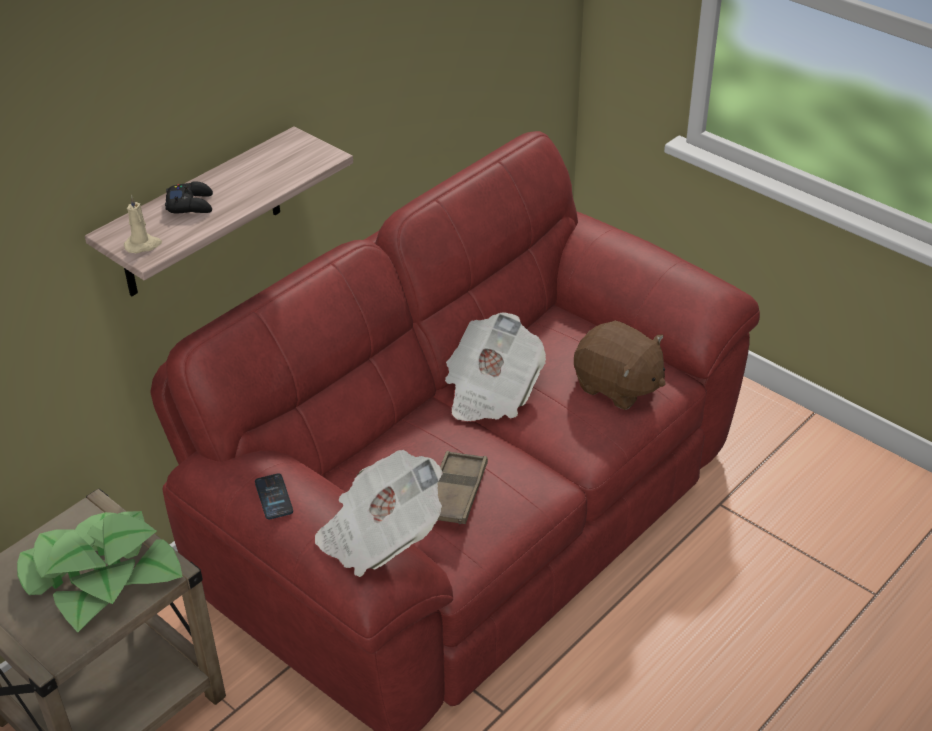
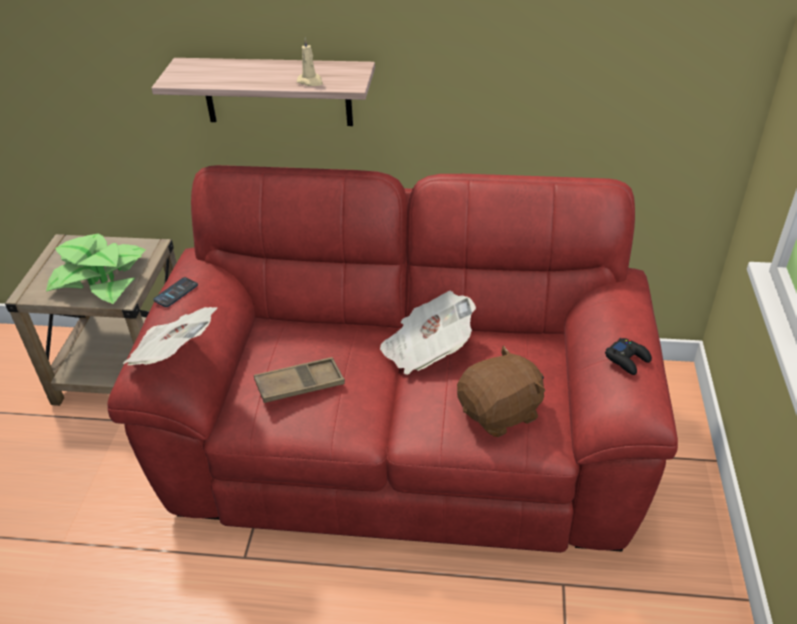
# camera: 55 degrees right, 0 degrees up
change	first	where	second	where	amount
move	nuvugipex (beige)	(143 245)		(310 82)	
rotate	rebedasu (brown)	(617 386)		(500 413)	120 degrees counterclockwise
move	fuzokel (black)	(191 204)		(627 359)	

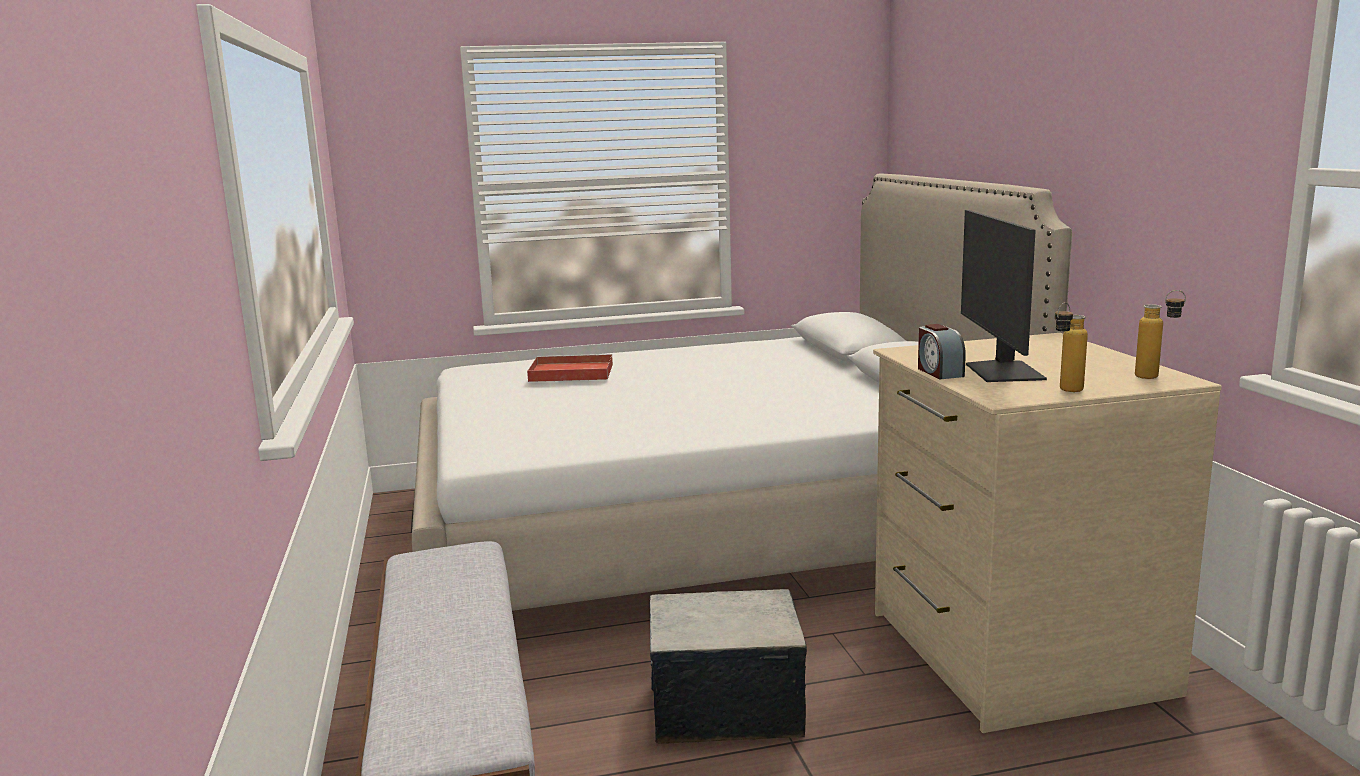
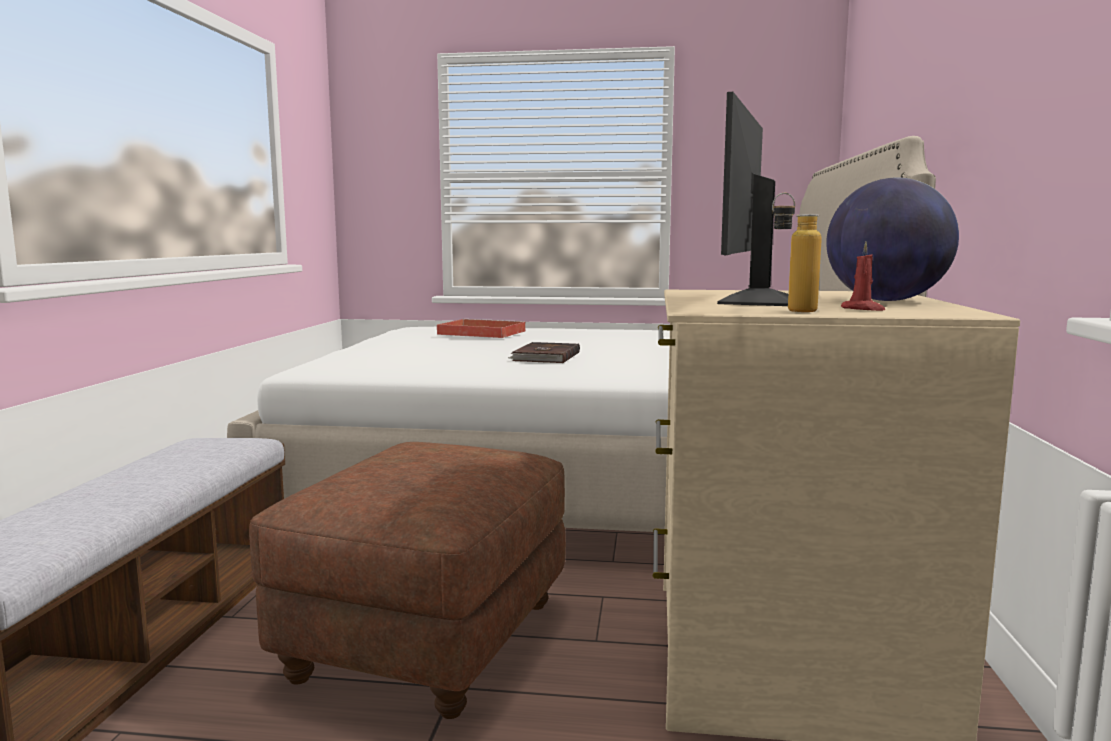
# camera: 20 degrees right, 5 degrees down
change	first	where	second	where	amount
replace	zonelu	(725 706)	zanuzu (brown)	(428 638)	
insert			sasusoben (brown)	(545 356)	
insert			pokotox	(886 300)	
insert			nuvugipex (red)	(863 309)	
delete	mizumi	(939 372)			
delete	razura	(1156 377)			

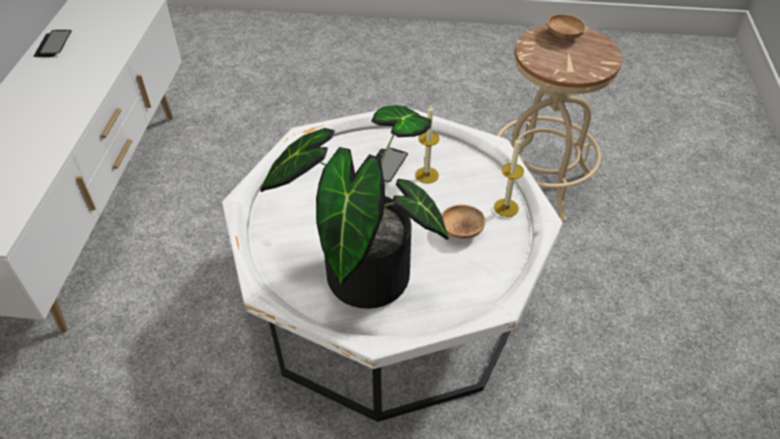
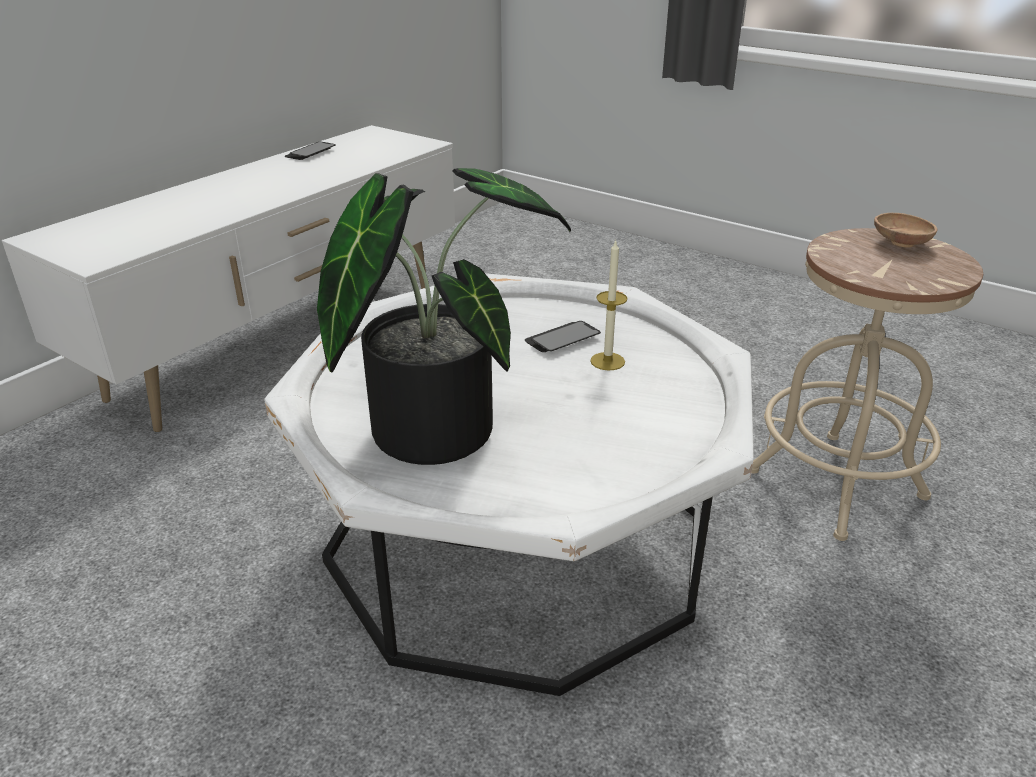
# camera: 30 degrees right, 15 degrees down
change	first	where	second	where	amount
delete	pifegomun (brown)	(461 230)			
delete	nuvugipex	(506 207)			

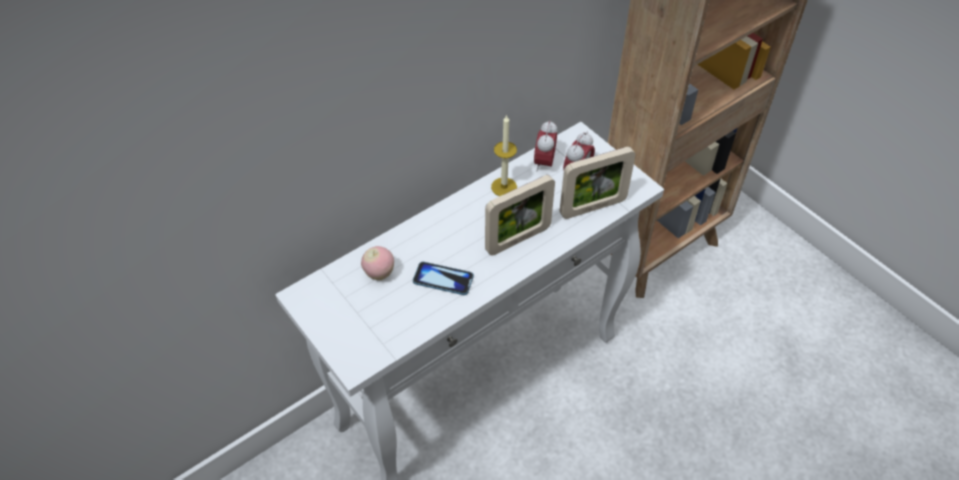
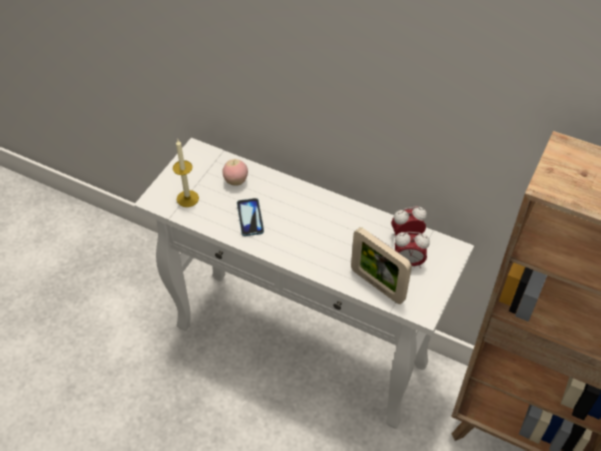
# camera: 65 degrees right, 0 degrees up
change	first	where	second	where	amount
move	nuvugipex	(504 187)		(187 198)	
delete	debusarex	(518 239)			

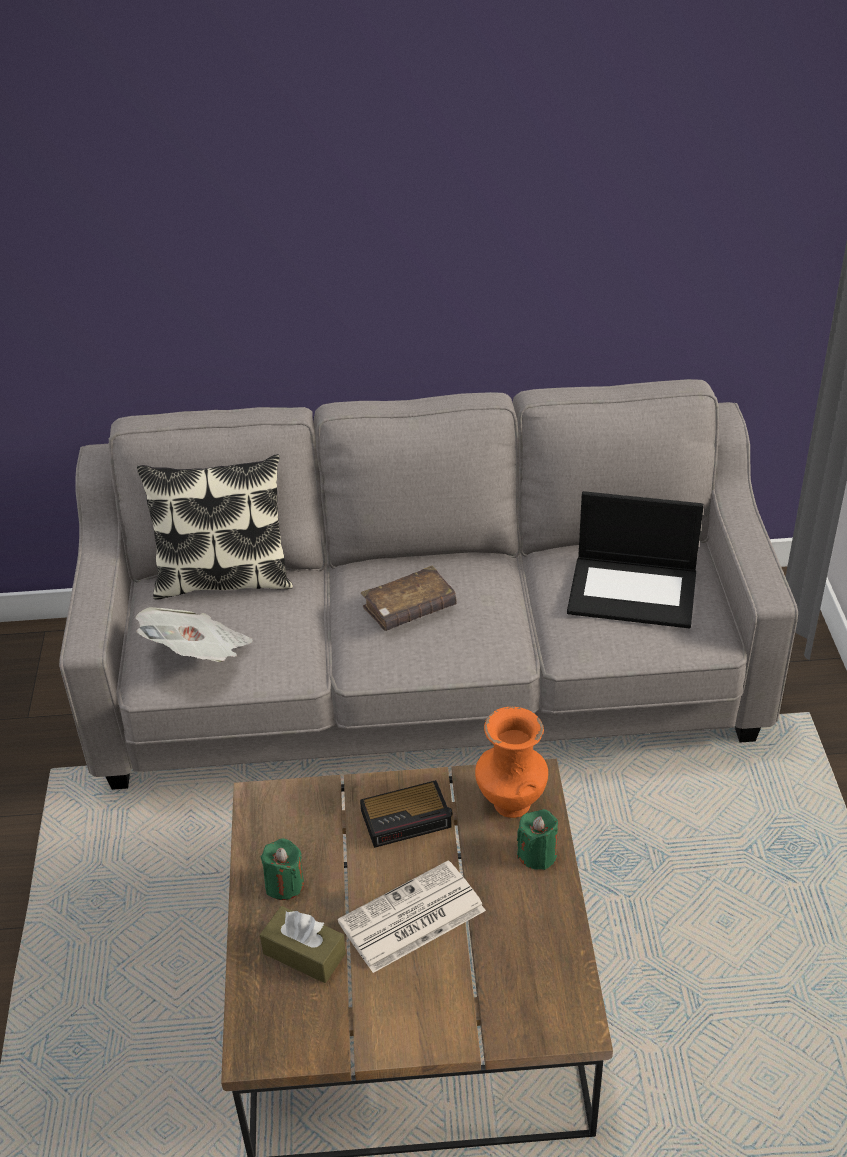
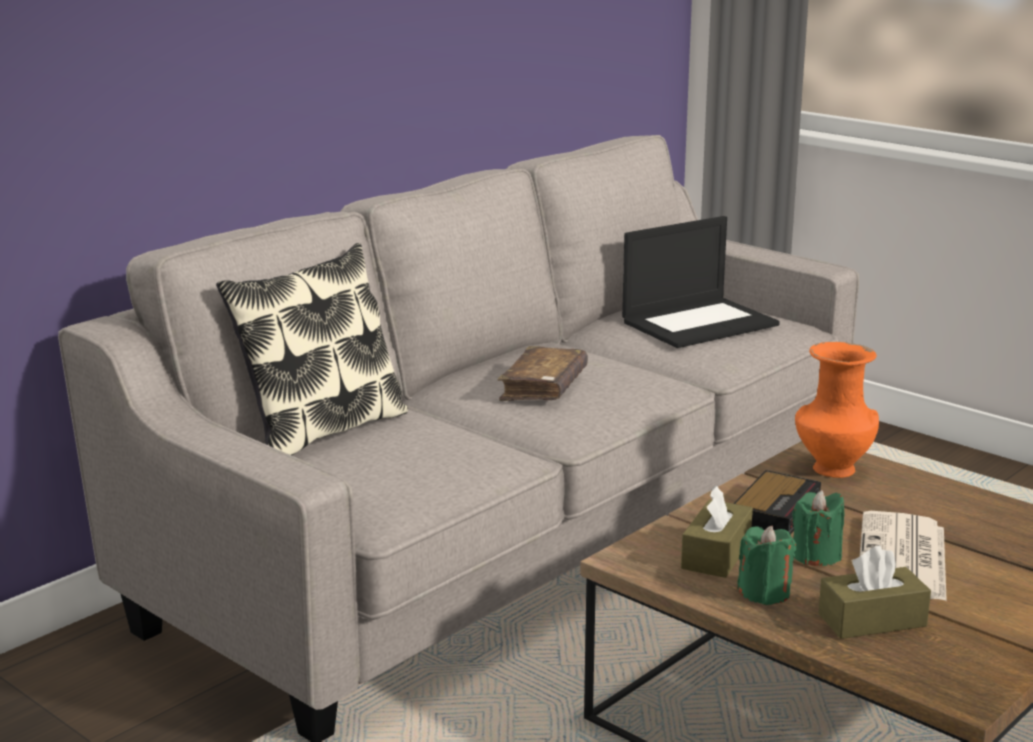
# camera: 45 degrees left, 20 degrees down
change	first	where	second	where	amount
insert			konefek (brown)	(716 554)	
move	nuvugipex (green)	(537 854)		(816 555)	
delete	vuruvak	(198 654)			

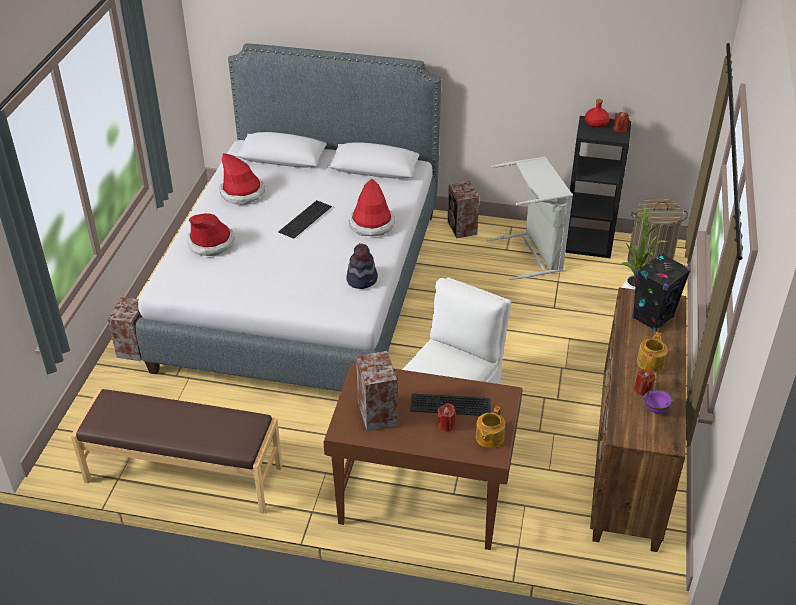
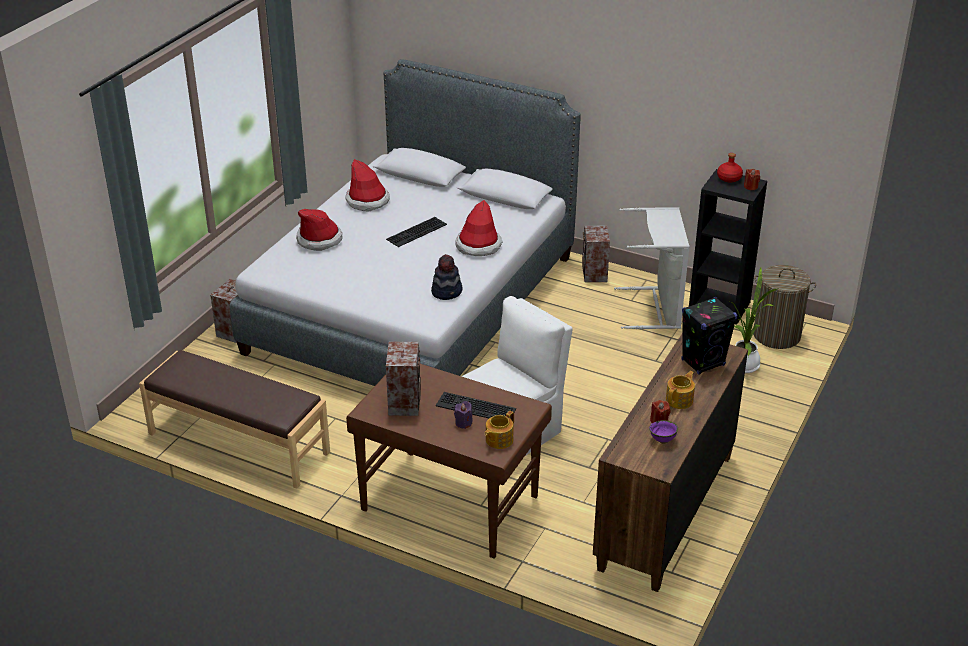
# camera: 15 degrees right, 5 degrees down
change	first	where	second	where	amount
recolor	nuvugipex (red)	(446 425)	nuvugipex (purple)	(463 423)	

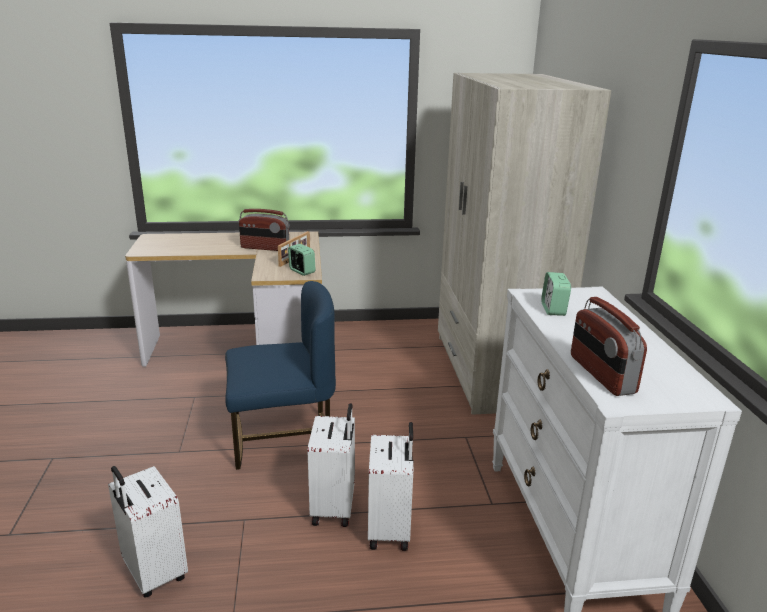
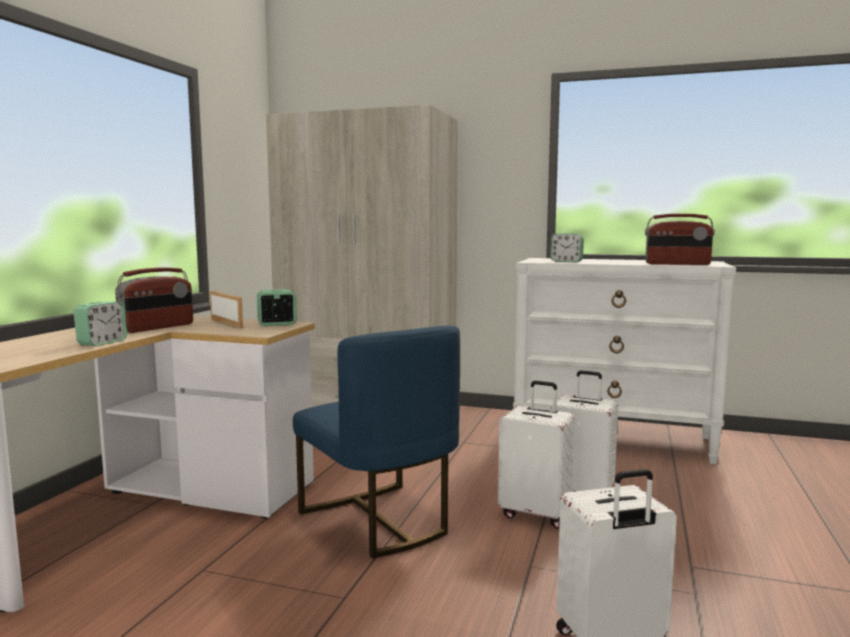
# camera: 65 degrees left, 15 degrees down
change	first	where	second	where	amount
insert			mizumi	(102 342)	
rotate	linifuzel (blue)	(282 436)		(379 521)	135 degrees clockwise

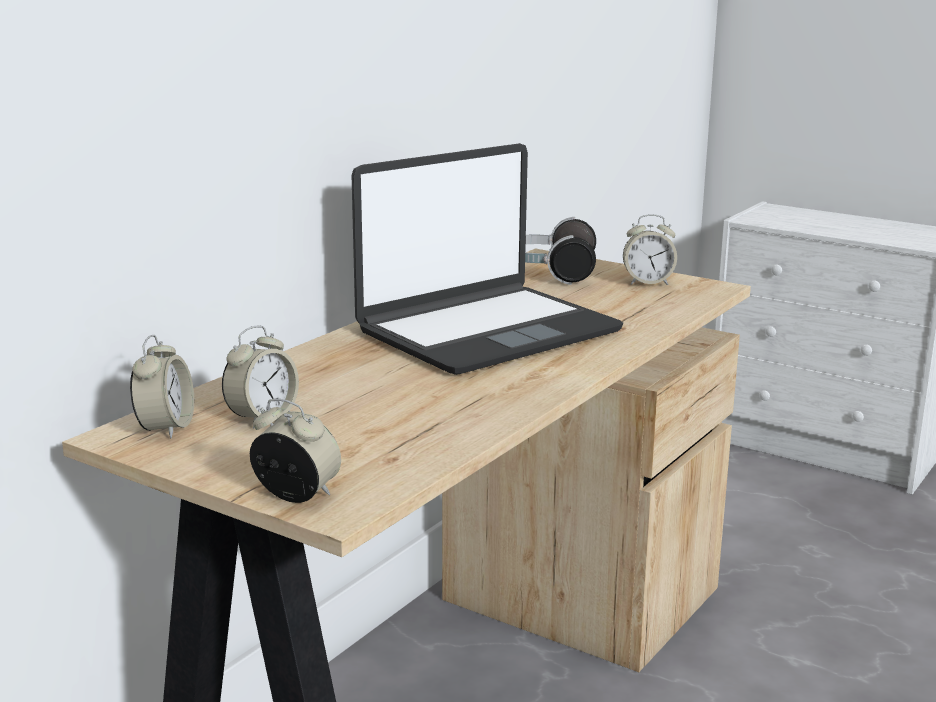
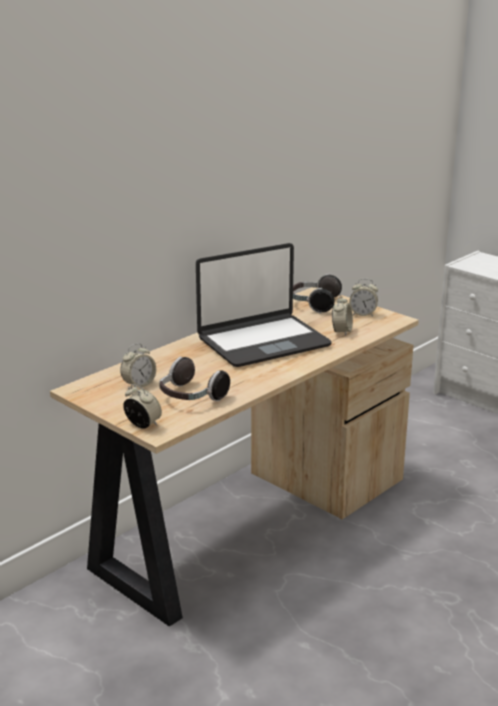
# camera: 10 degrees right, 5 degrees up
change	first	where	second	where	amount
insert			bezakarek	(191 397)	
move	mizumi	(165 428)		(341 331)	

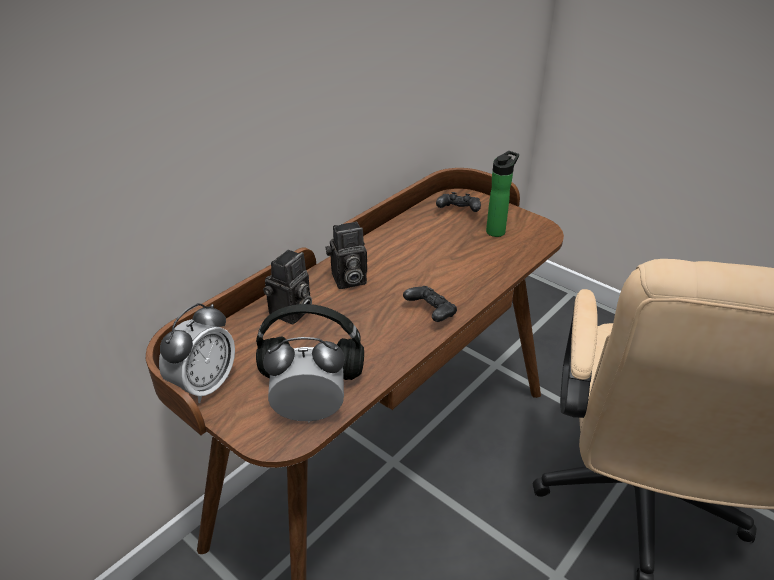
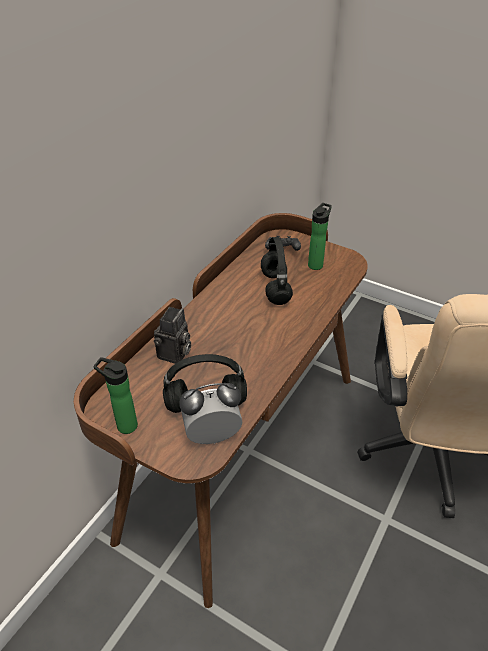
# camera: 10 degrees left, 5 degrees up
change	first	where	second	where	amount
replace	mizumi	(204 385)	razura	(124 425)	
insert			bezakarek (black)	(274 287)	
delete	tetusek	(347 280)			
delete	fuzokel (black)	(430 313)			

